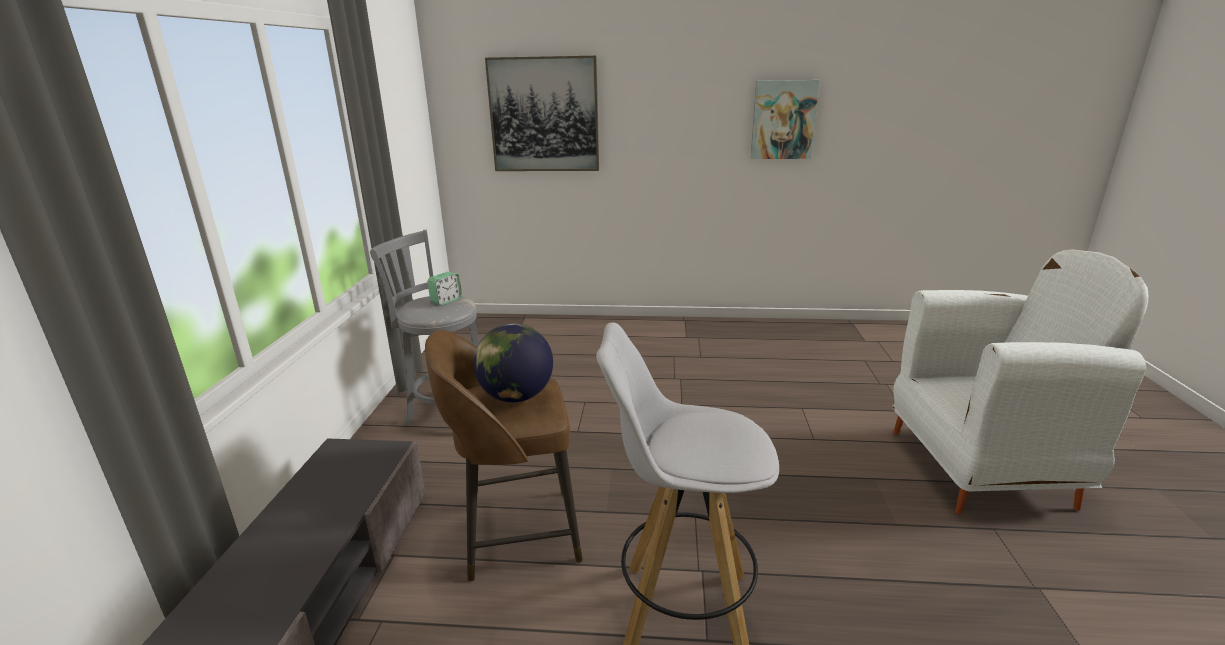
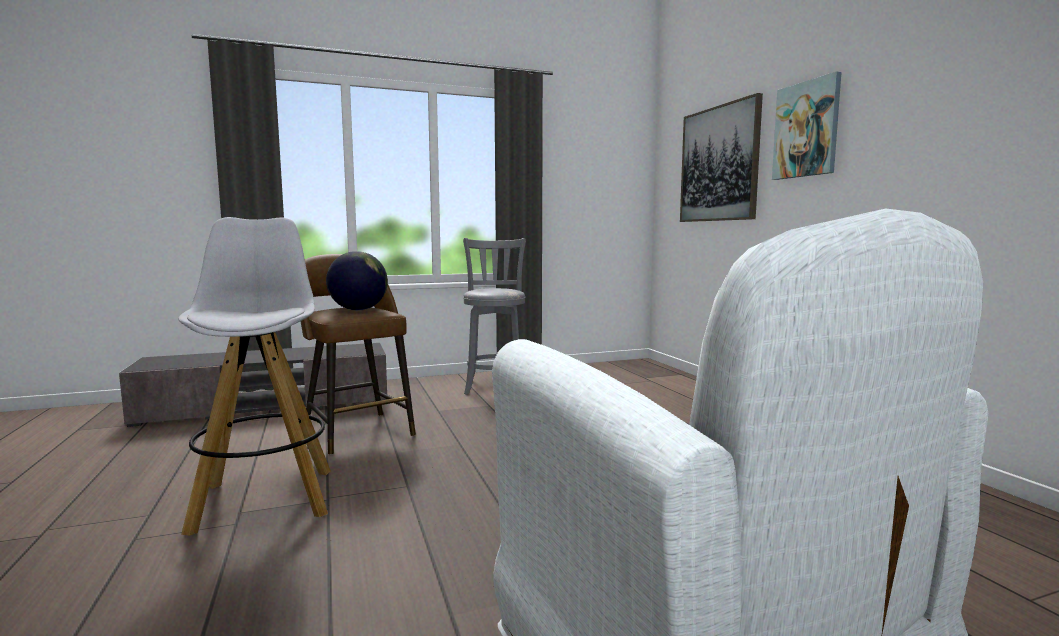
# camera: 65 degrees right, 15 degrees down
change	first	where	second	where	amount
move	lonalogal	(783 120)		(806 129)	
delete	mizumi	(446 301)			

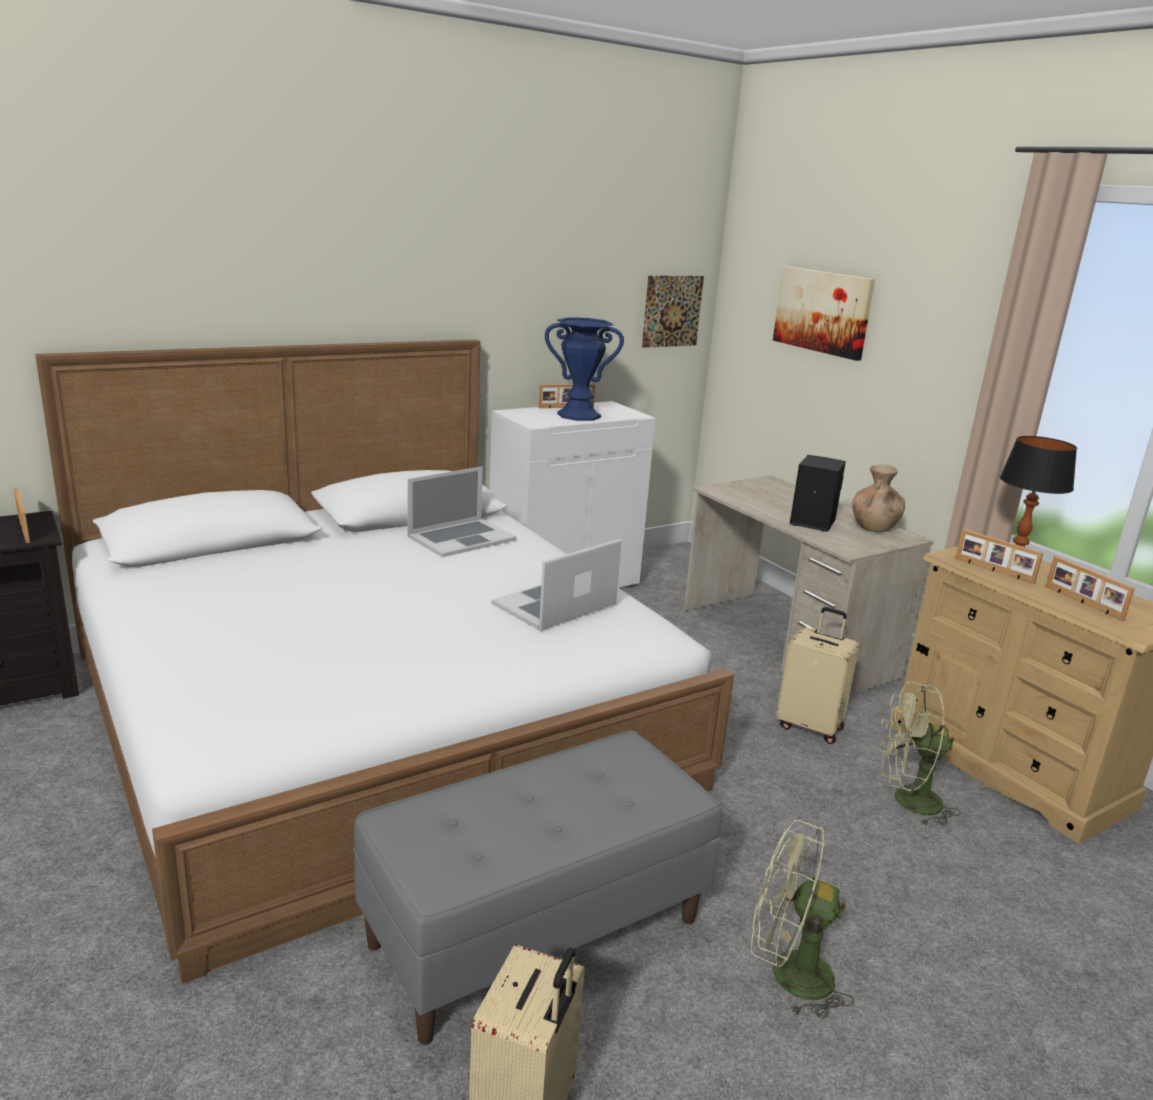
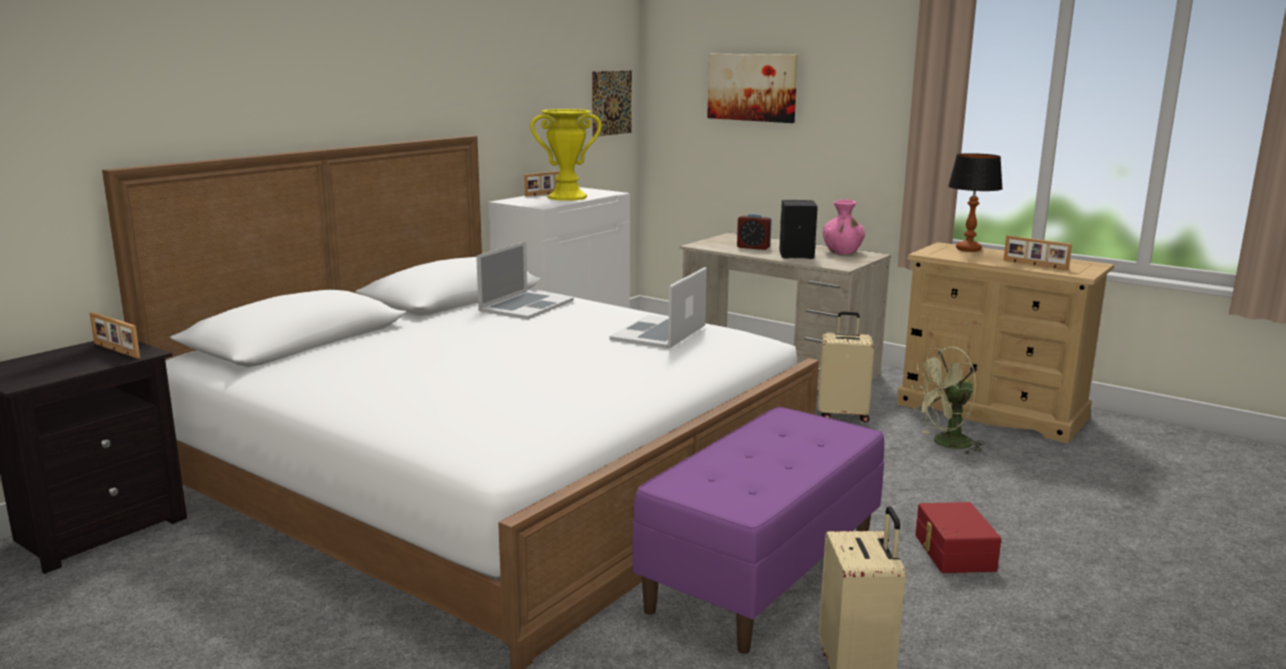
# camera: 20 degrees left, 5 degrees down
change	first	where	second	where	amount
recolor	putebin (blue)	(578 415)	putebin (yellow)	(567 197)	
recolor	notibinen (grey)	(536 930)	notibinen (purple)	(762 572)	
insert			mizumi	(753 247)	
recolor	putebin (brown)	(874 527)	putebin (pink)	(842 252)	
replace	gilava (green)	(787 974)	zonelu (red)	(952 552)	
delete	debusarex	(993 571)			

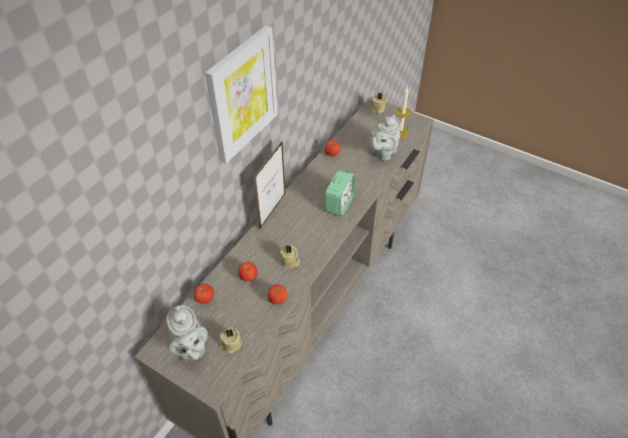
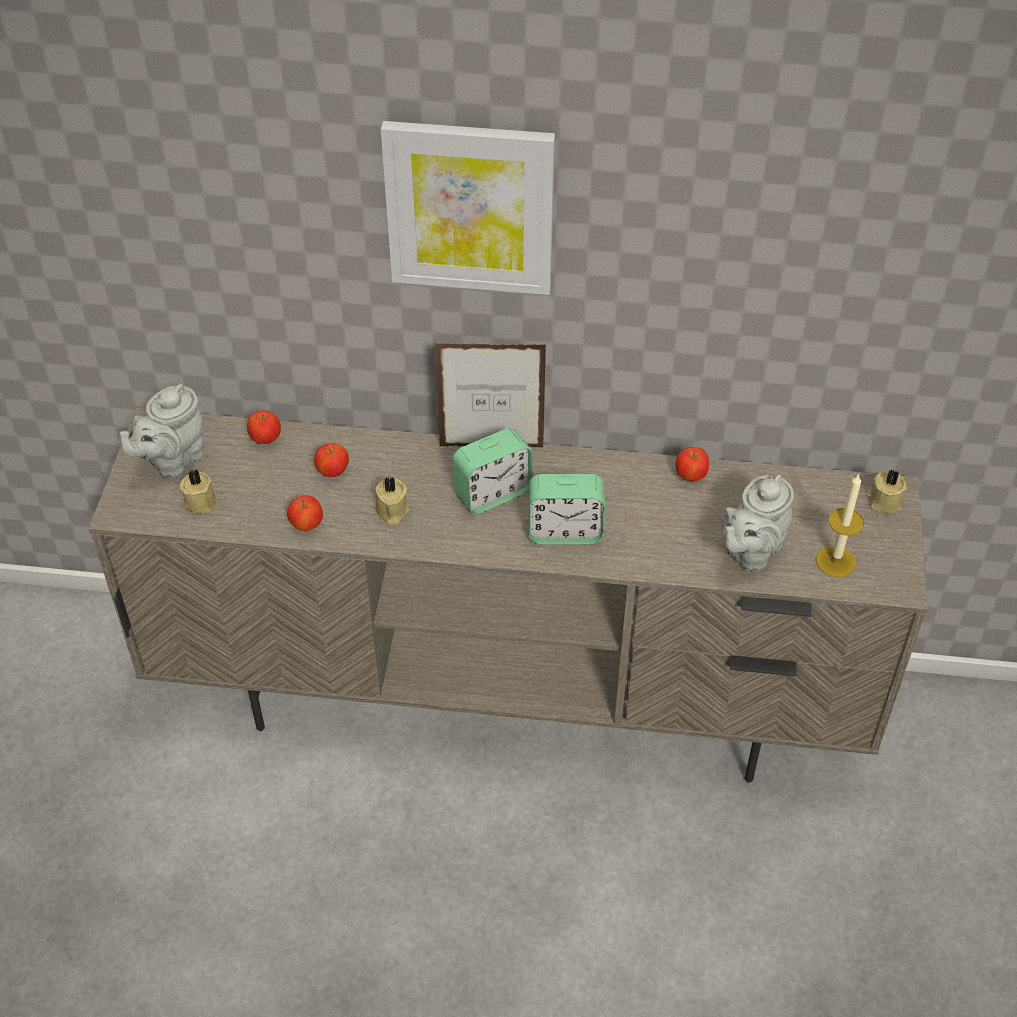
# camera: 65 degrees right, 0 degrees up
change	first	where	second	where	amount
insert			mizumi	(493 493)	
rotate	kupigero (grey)	(383 153)		(750 552)	60 degrees counterclockwise

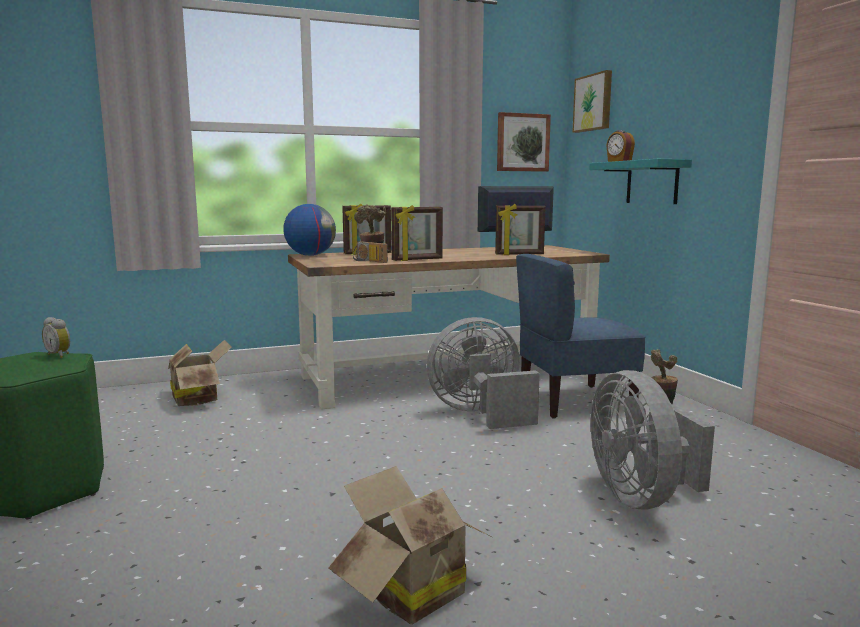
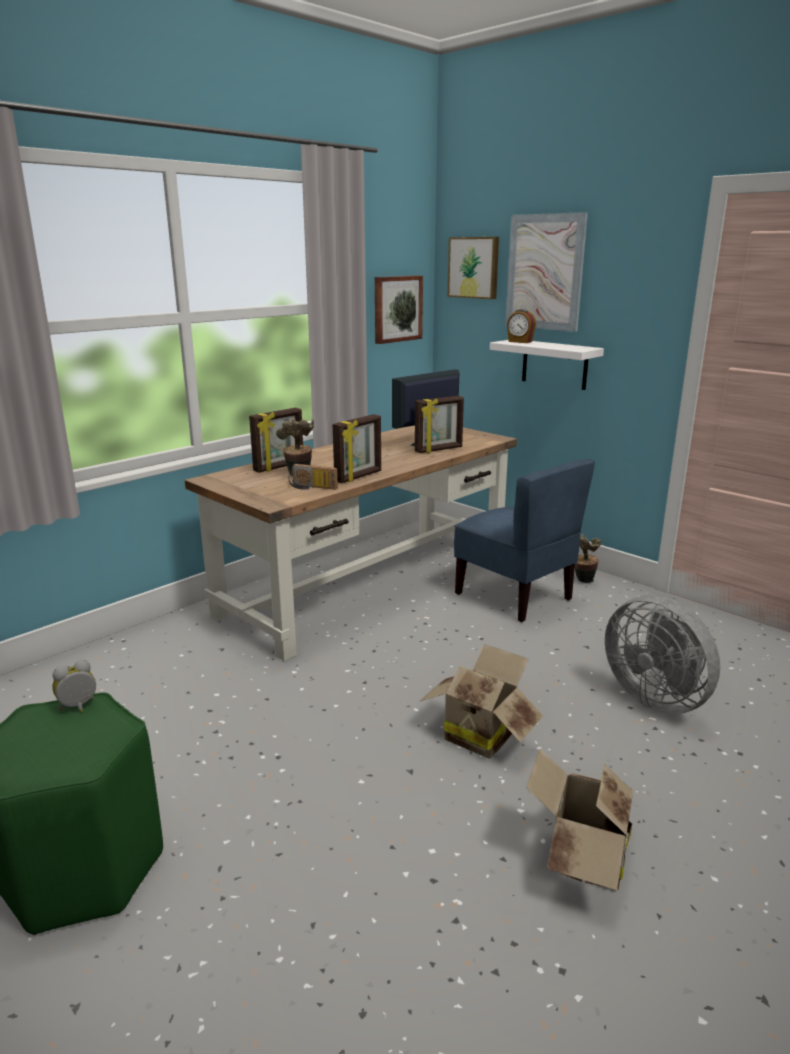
# camera: 25 degrees left, 10 degrees up
change	first	where	second	where	amount
rotate	mizumi	(60 355)		(79 707)	135 degrees clockwise
move	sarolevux	(199 398)		(480 734)	
rotate	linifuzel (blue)	(574 402)		(515 596)	90 degrees counterclockwise
recolor	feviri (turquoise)	(652 182)	feviri (white)	(554 364)	
insert			lonalogal	(544 272)	
delete	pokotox	(310 255)			
delete	gilava (grey)	(480 414)			

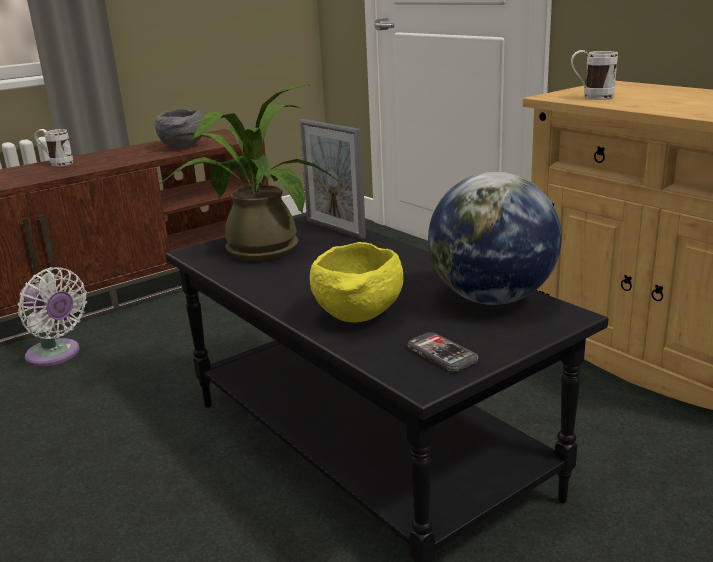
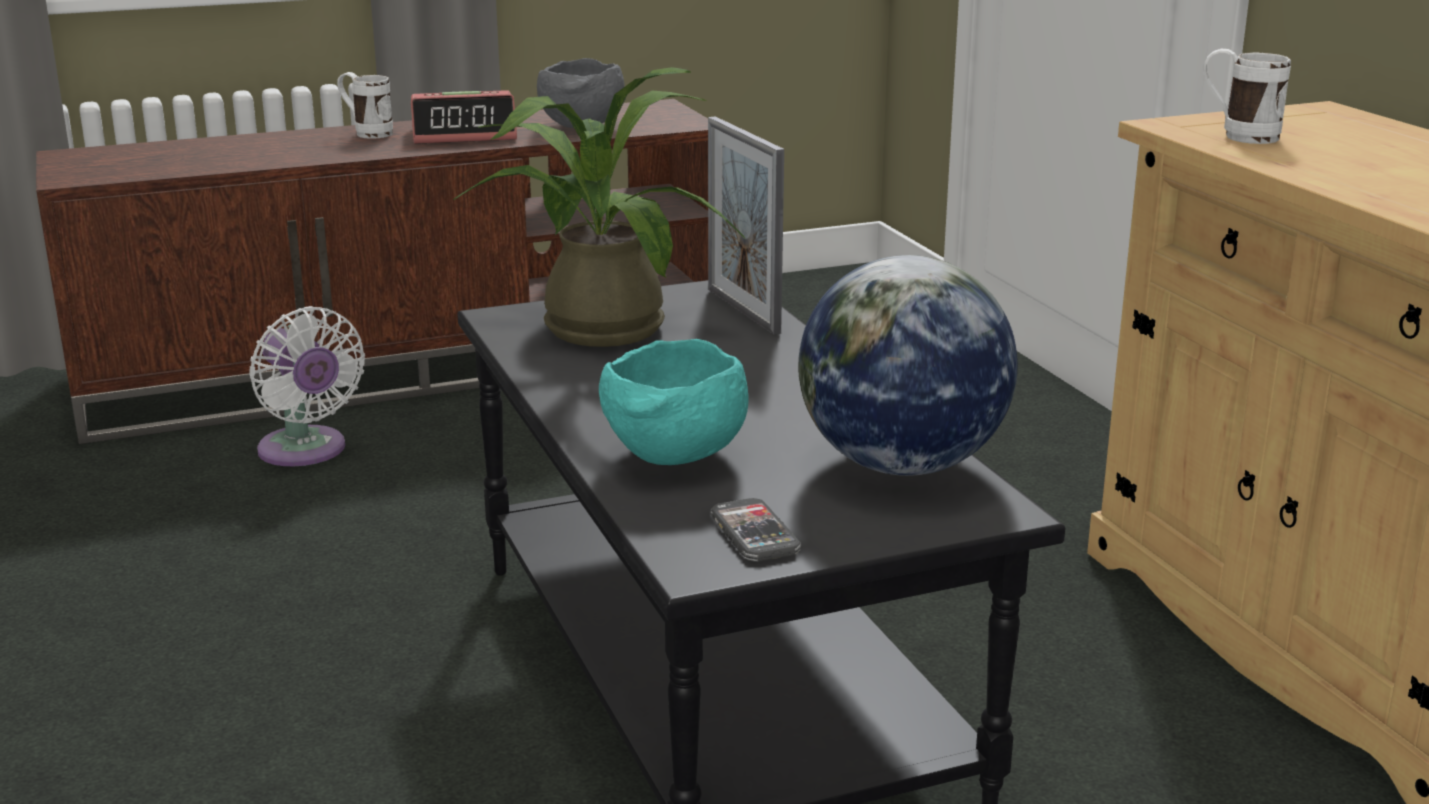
# camera: 15 degrees right, 0 degrees up
change	first	where	second	where	amount
insert			mizumi	(465 134)	
recolor	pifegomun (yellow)	(359 317)	pifegomun (turquoise)	(674 458)	

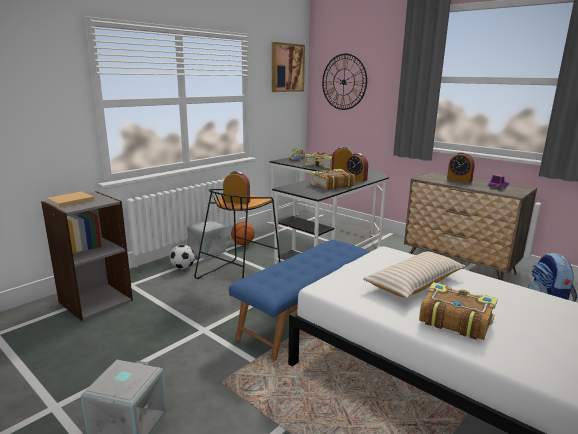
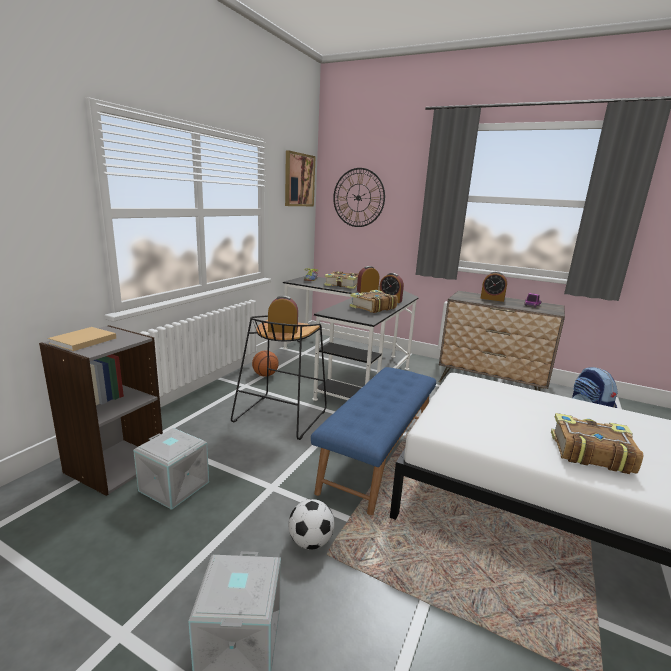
# camera: 15 degrees left, 0 degrees up
change	first	where	second	where	amount
move	zonelu (grey)	(206 251)		(173 487)	
move	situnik	(183 268)		(310 541)	
delete	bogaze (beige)	(414 283)			

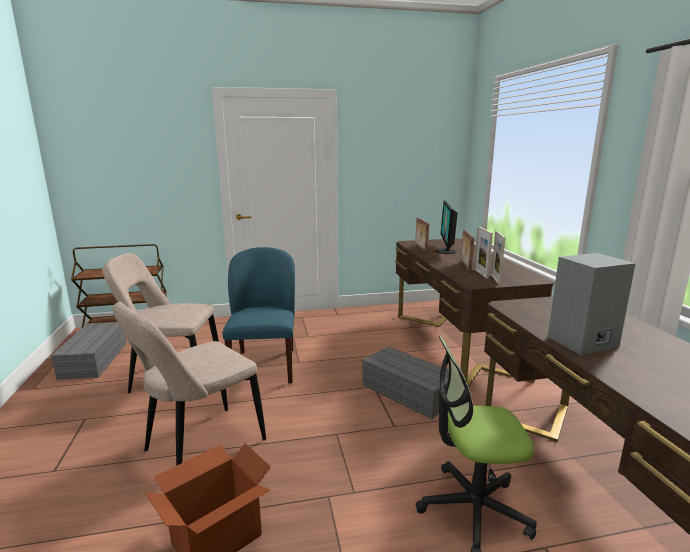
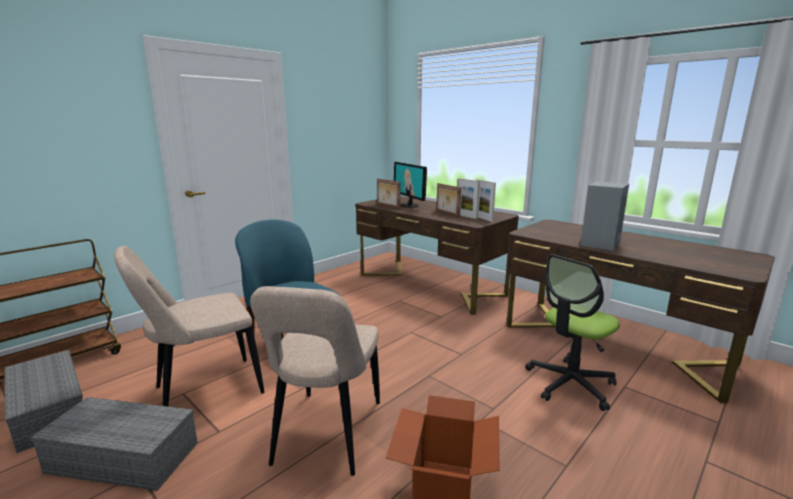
# camera: 35 degrees left, 0 degrees up
change	first	where	second	where	amount
move	zonelu (grey)	(409 392)		(126 456)	

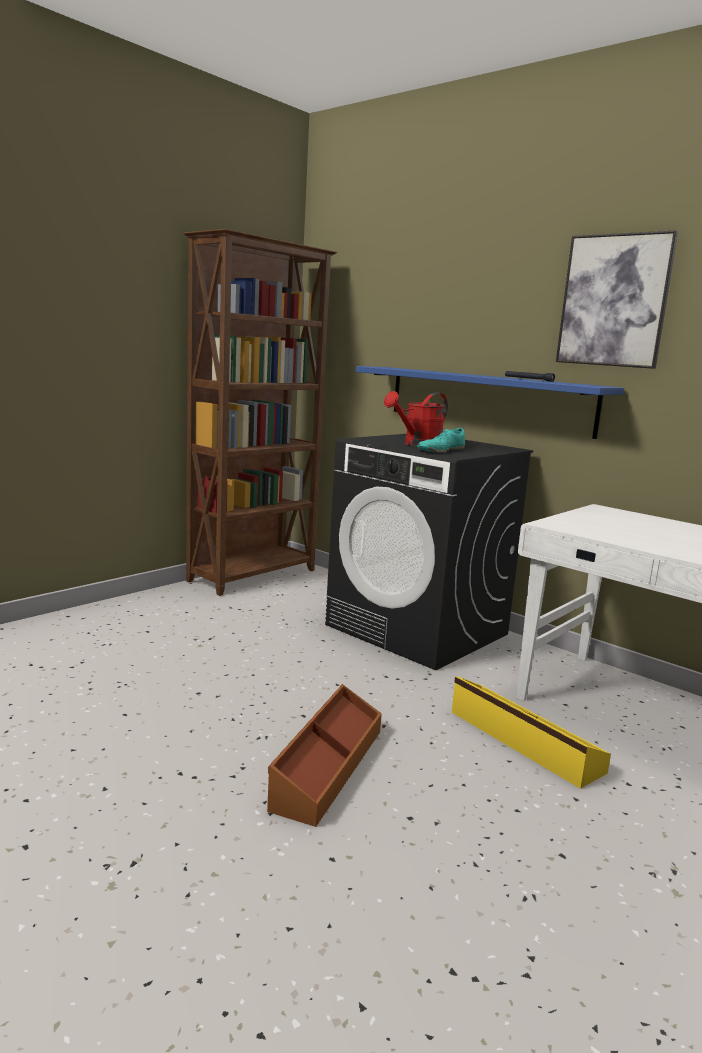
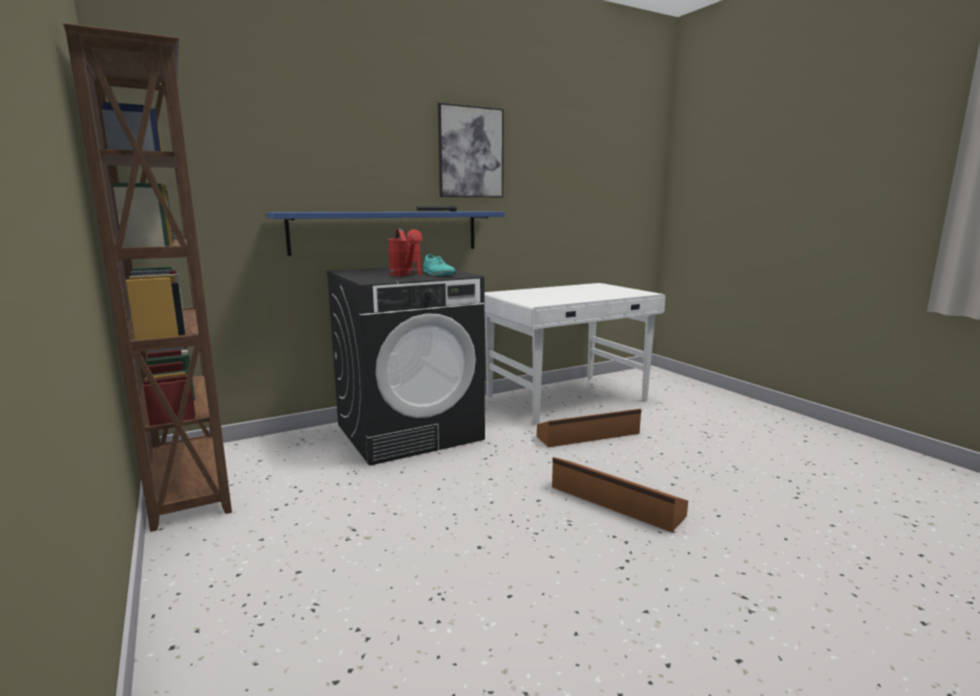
# camera: 70 degrees left, 0 degrees up
change	first	where	second	where	amount
recolor	zonelu (yellow)	(522 741)	zonelu (brown)	(589 435)	

